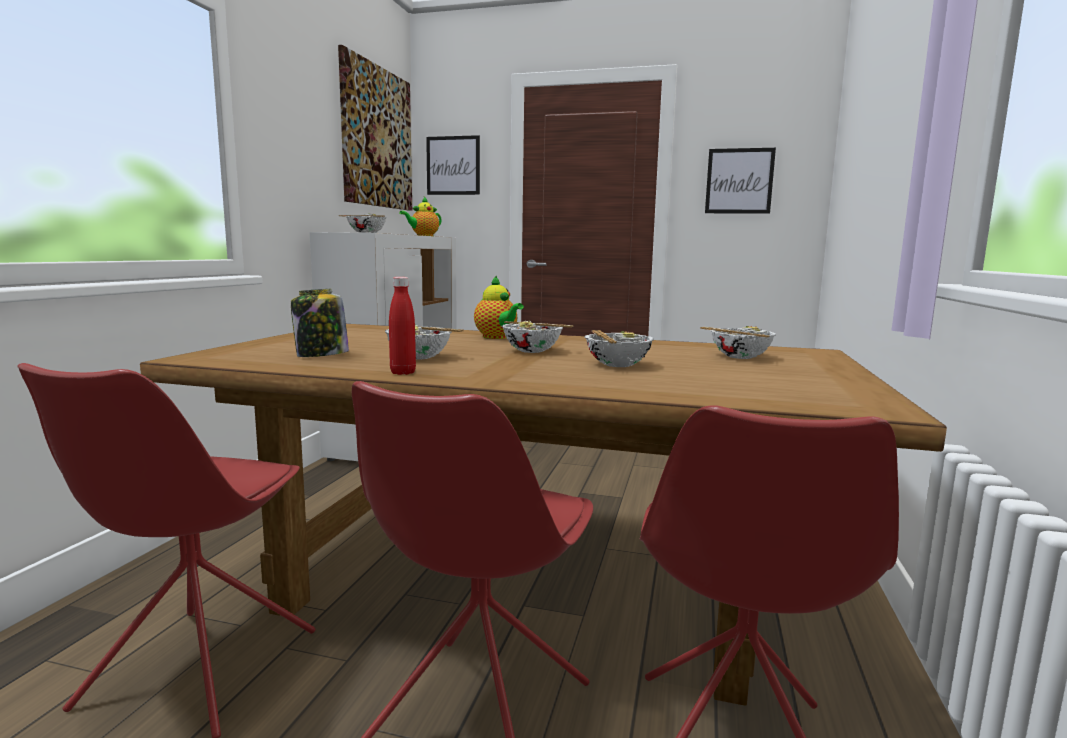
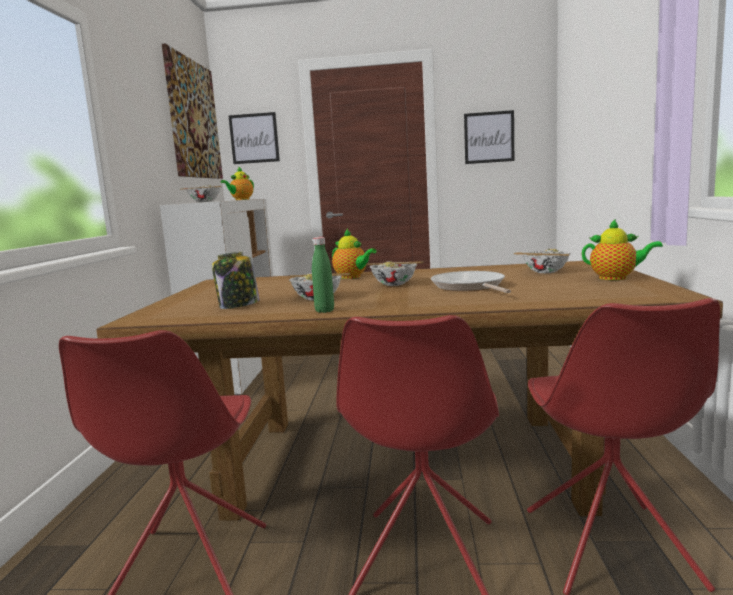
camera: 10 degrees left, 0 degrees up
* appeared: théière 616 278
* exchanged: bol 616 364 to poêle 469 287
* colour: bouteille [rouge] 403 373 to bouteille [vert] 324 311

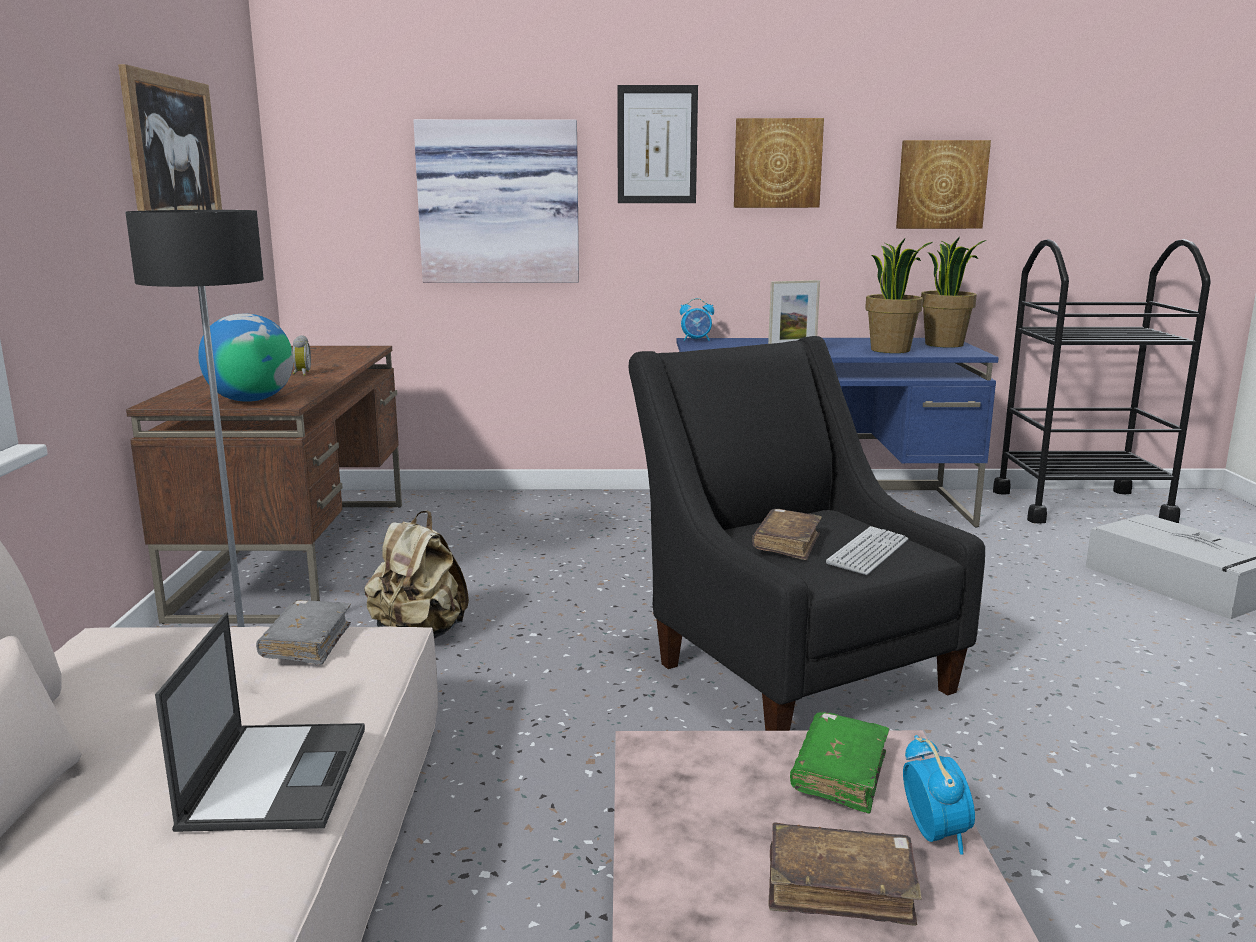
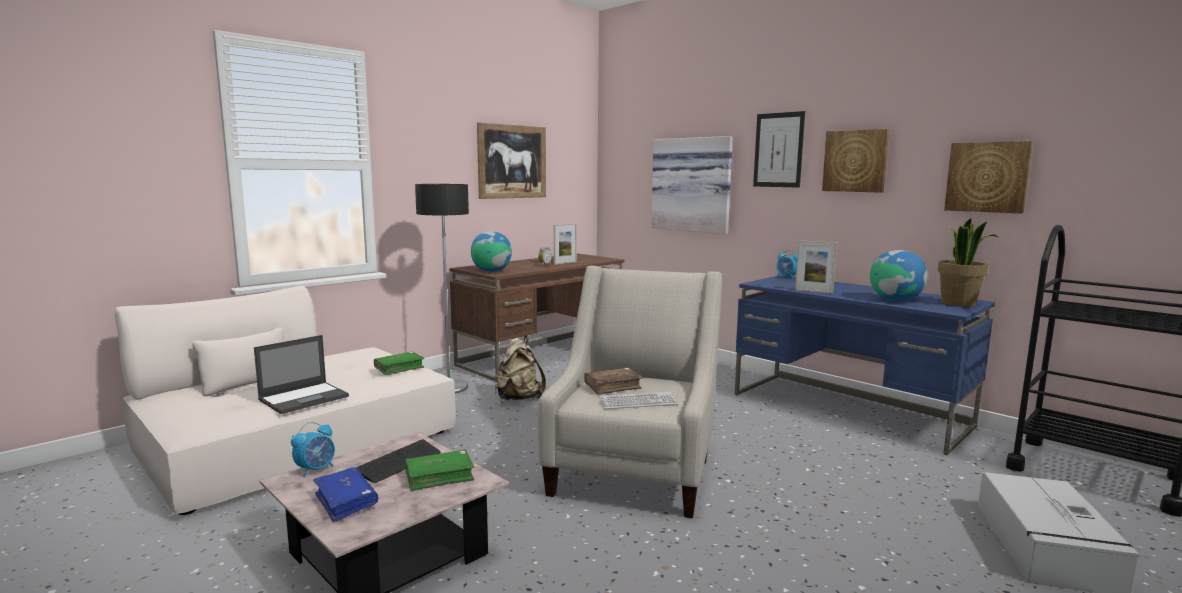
camera: 45 degrees right, 5 degrees down
* appeared: clavier 399 462
* appeared: cadre photo 565 263
* relocated: réveil 934 834 to 316 469
* exchanged: plante en pot 891 350 to globe 895 300
* colour: livre [gris] 307 643 to livre [vert] 399 368
* colour: fauteuil [noir] 790 668 to fauteuil [beige] 634 471
* colour: livre [marron] 840 887 to livre [bleu] 346 501

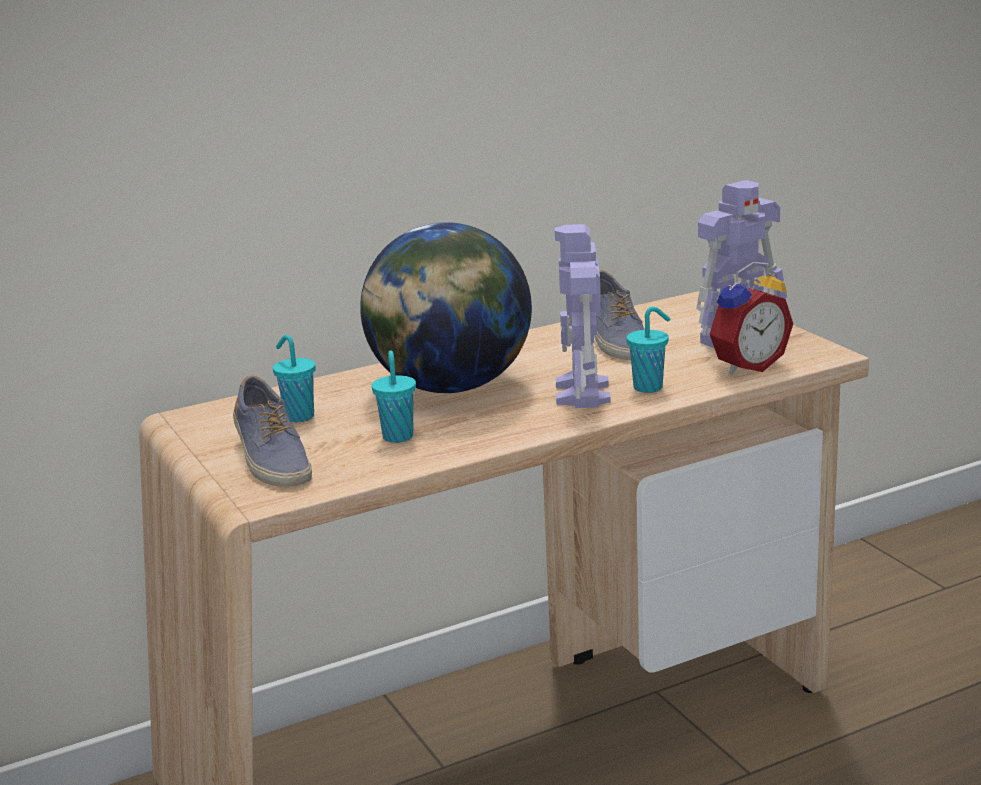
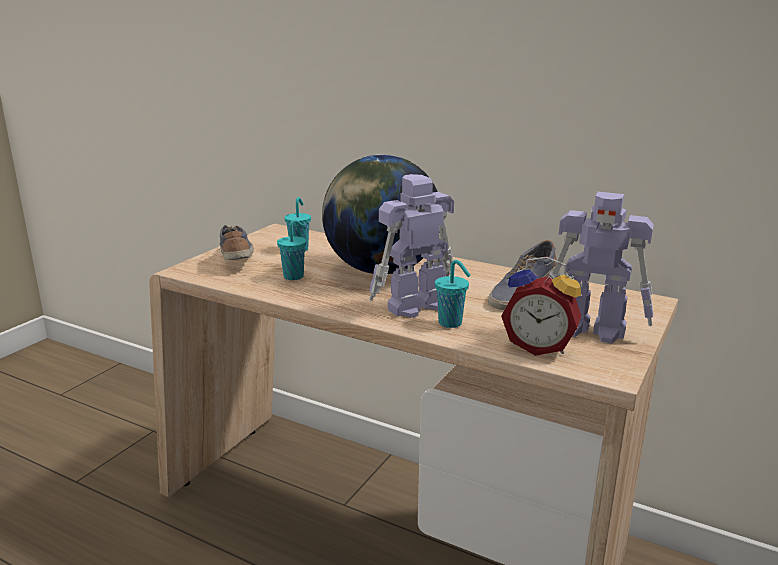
camera: 55 degrees right, 0 degrees up
* spun: chaussure 271 459 = 237 258 135 degrees clockwise

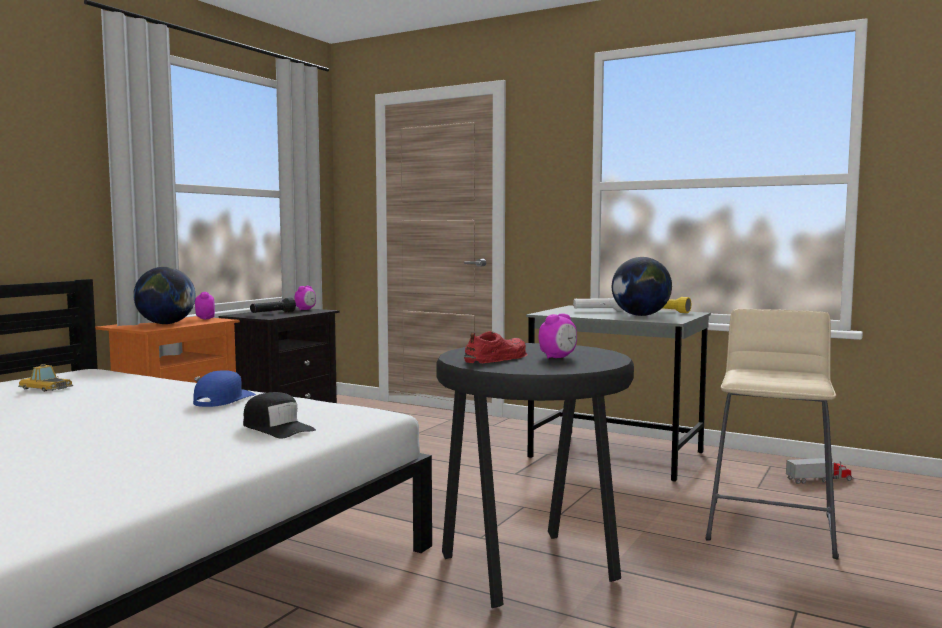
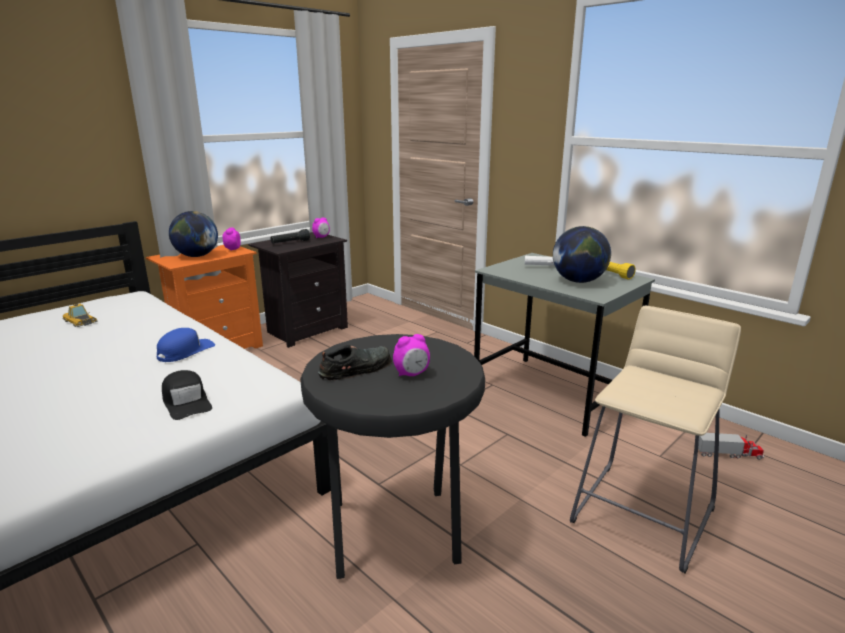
camera: 15 degrees right, 15 degrees up
* colour: chaussure [rouge] 497 358 to chaussure [noir] 357 368

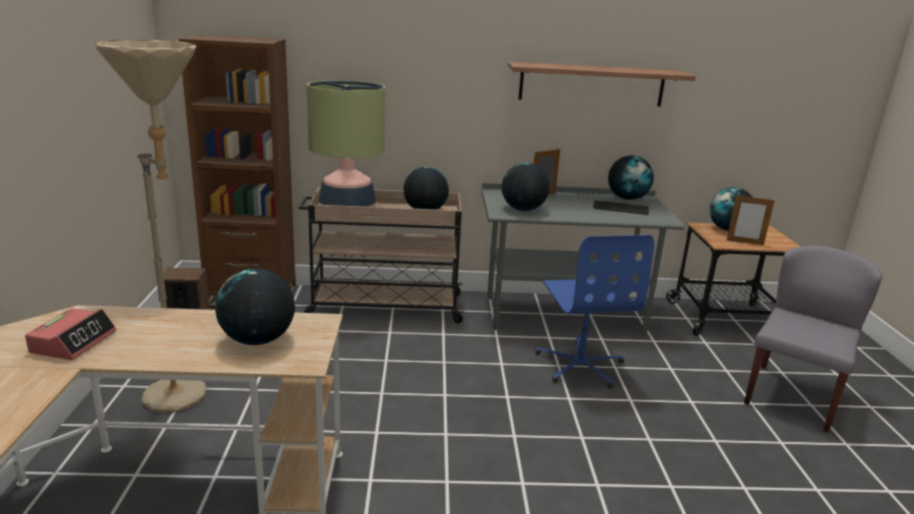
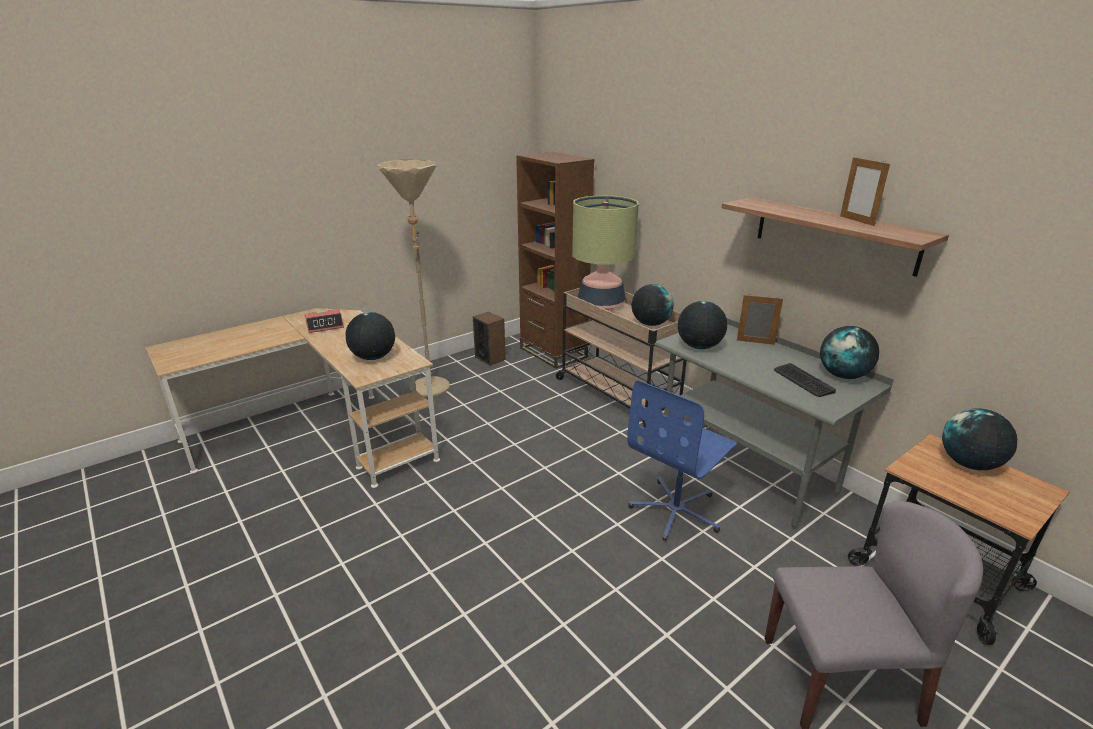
camera: 55 degrees right, 5 degrees up
* relocated: cadre photo 744 242 to 856 221

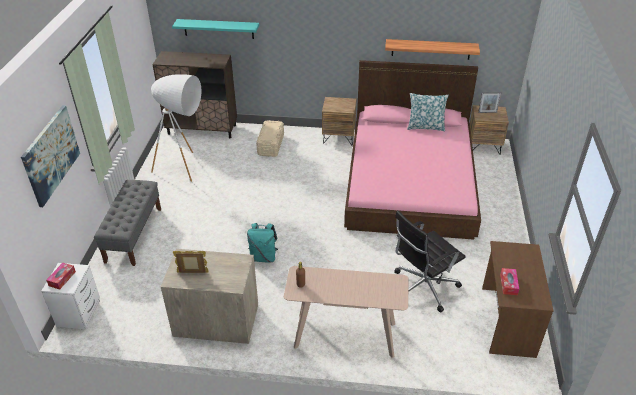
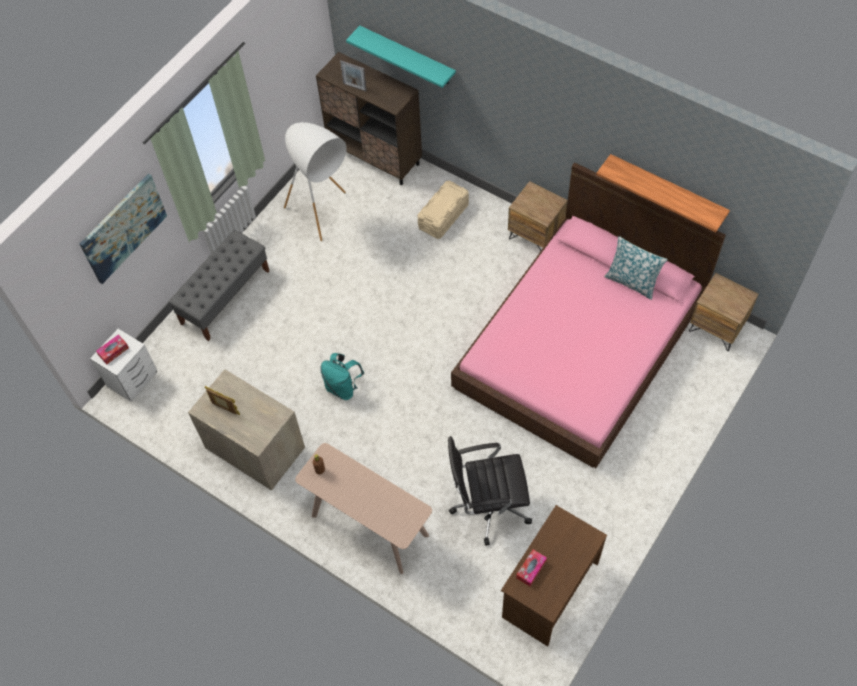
camera: 30 degrees right, 20 degrees up
* relocated: cadre photo 487 112 to 354 87

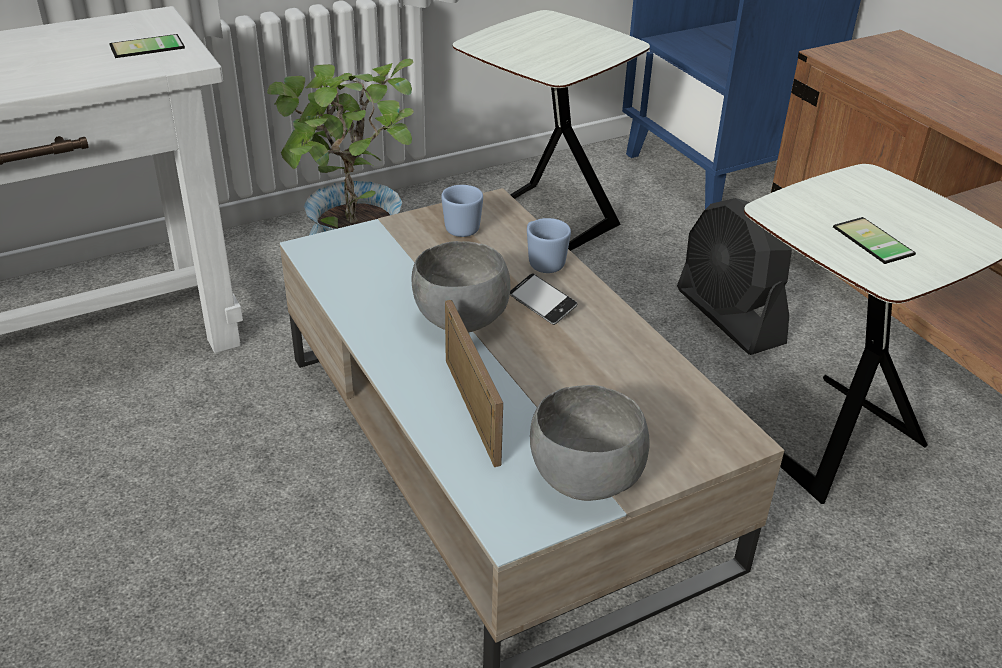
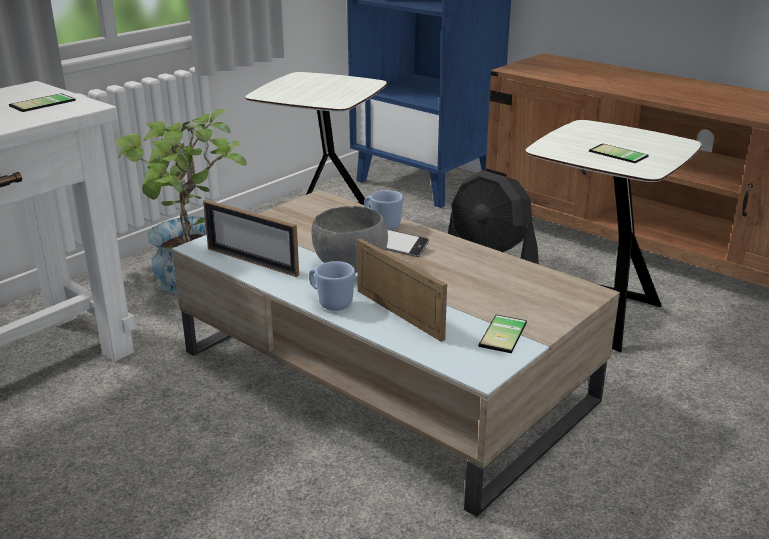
camera: 20 degrees left, 10 degrees down
* appeared: cadre photo 252 261
* relocated: mug [bleu] 458 227 to 330 302
* exchanged: bol [gris] 583 479 to téléphone 506 335

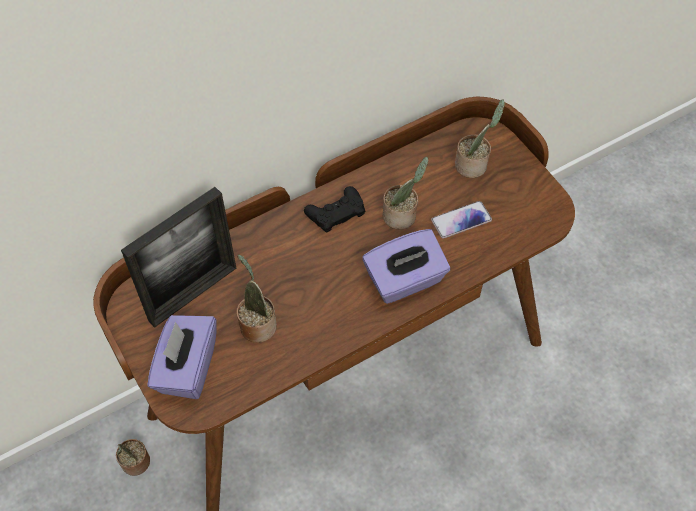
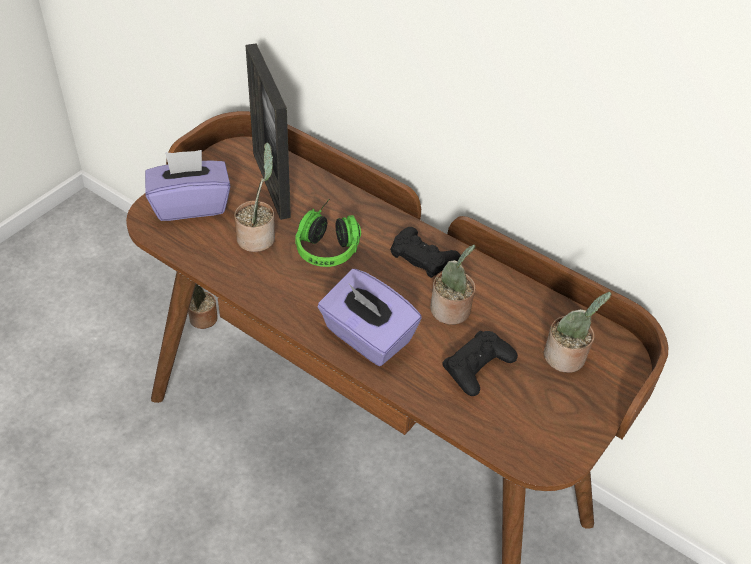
camera: 65 degrees right, 10 degrees down
* appeared: casque audio 329 243
* exchanged: téléphone 461 220 to manette [noir] 478 367
* spun: cadre photo 193 294 = 271 184 45 degrees clockwise

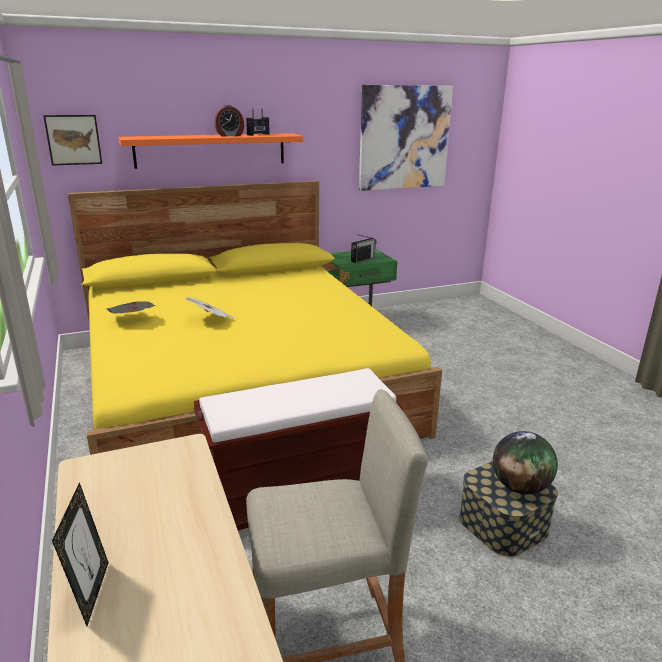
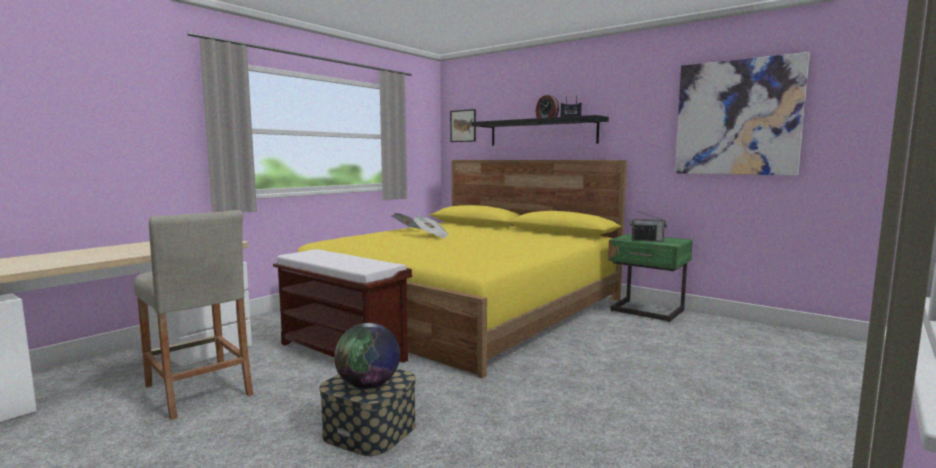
camera: 60 degrees right, 15 degrees down
* missing: cadre photo 91 593
* colour: étagère [orange] 211 150 to étagère [noir] 542 132

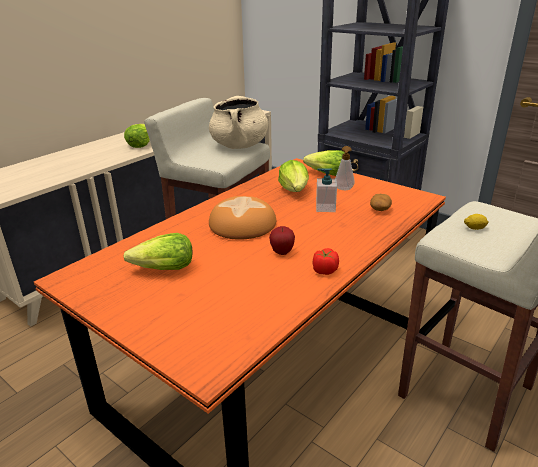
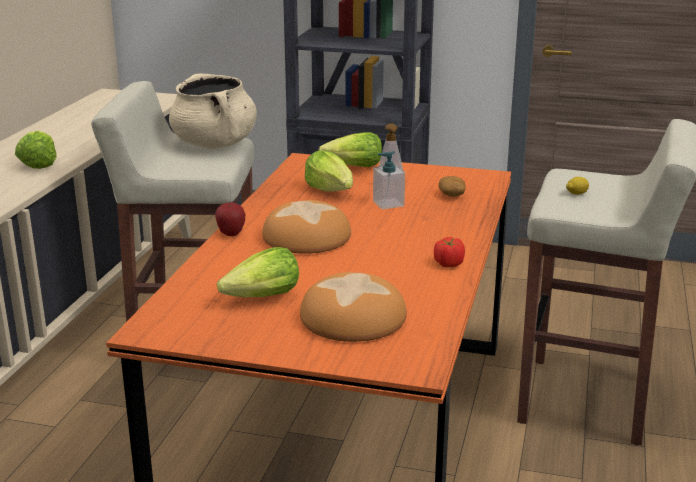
camera: 25 degrees left, 5 degrees down
* appeared: pain 352 318
* relocated: pomme 282 252 to 231 234

